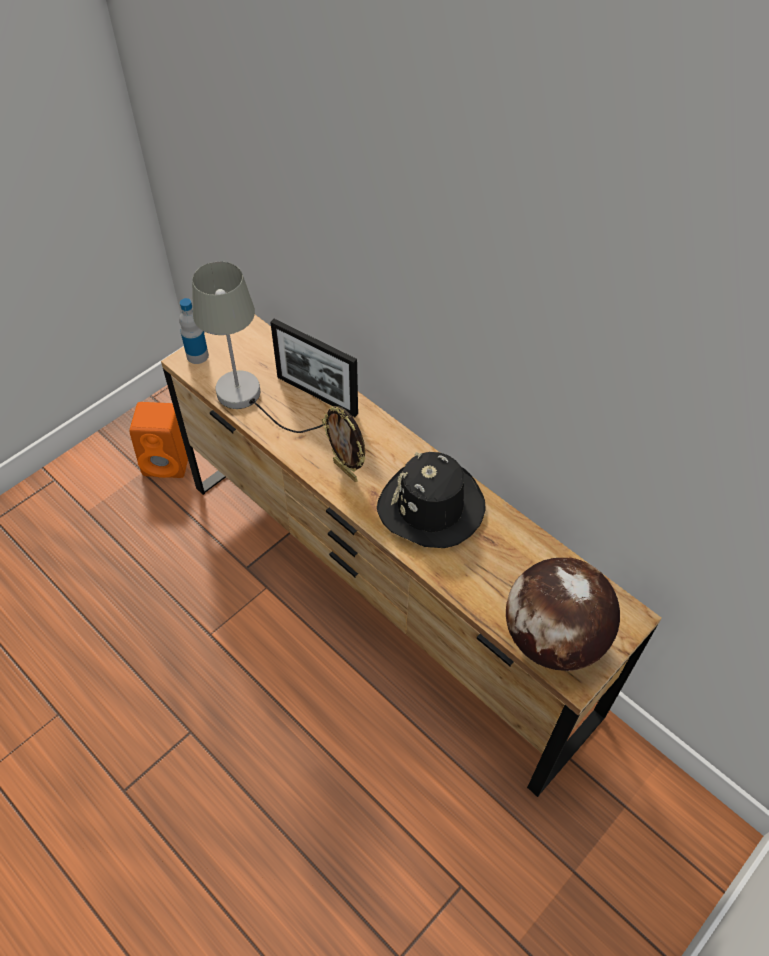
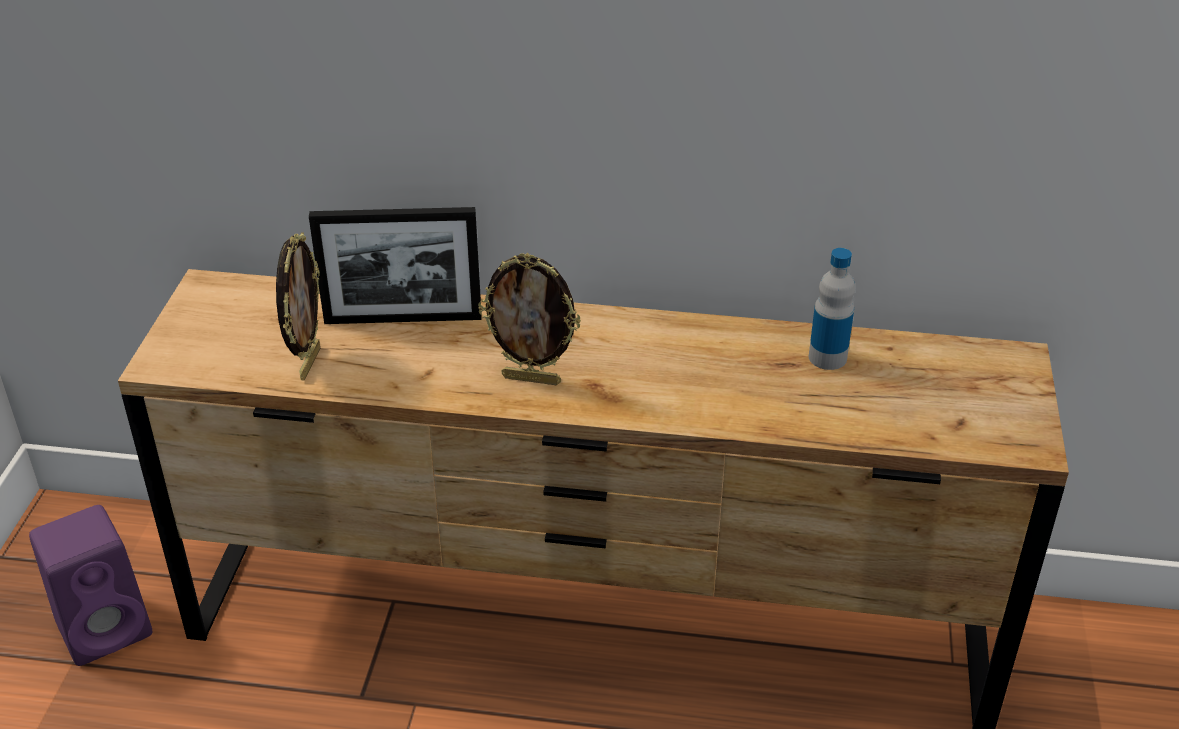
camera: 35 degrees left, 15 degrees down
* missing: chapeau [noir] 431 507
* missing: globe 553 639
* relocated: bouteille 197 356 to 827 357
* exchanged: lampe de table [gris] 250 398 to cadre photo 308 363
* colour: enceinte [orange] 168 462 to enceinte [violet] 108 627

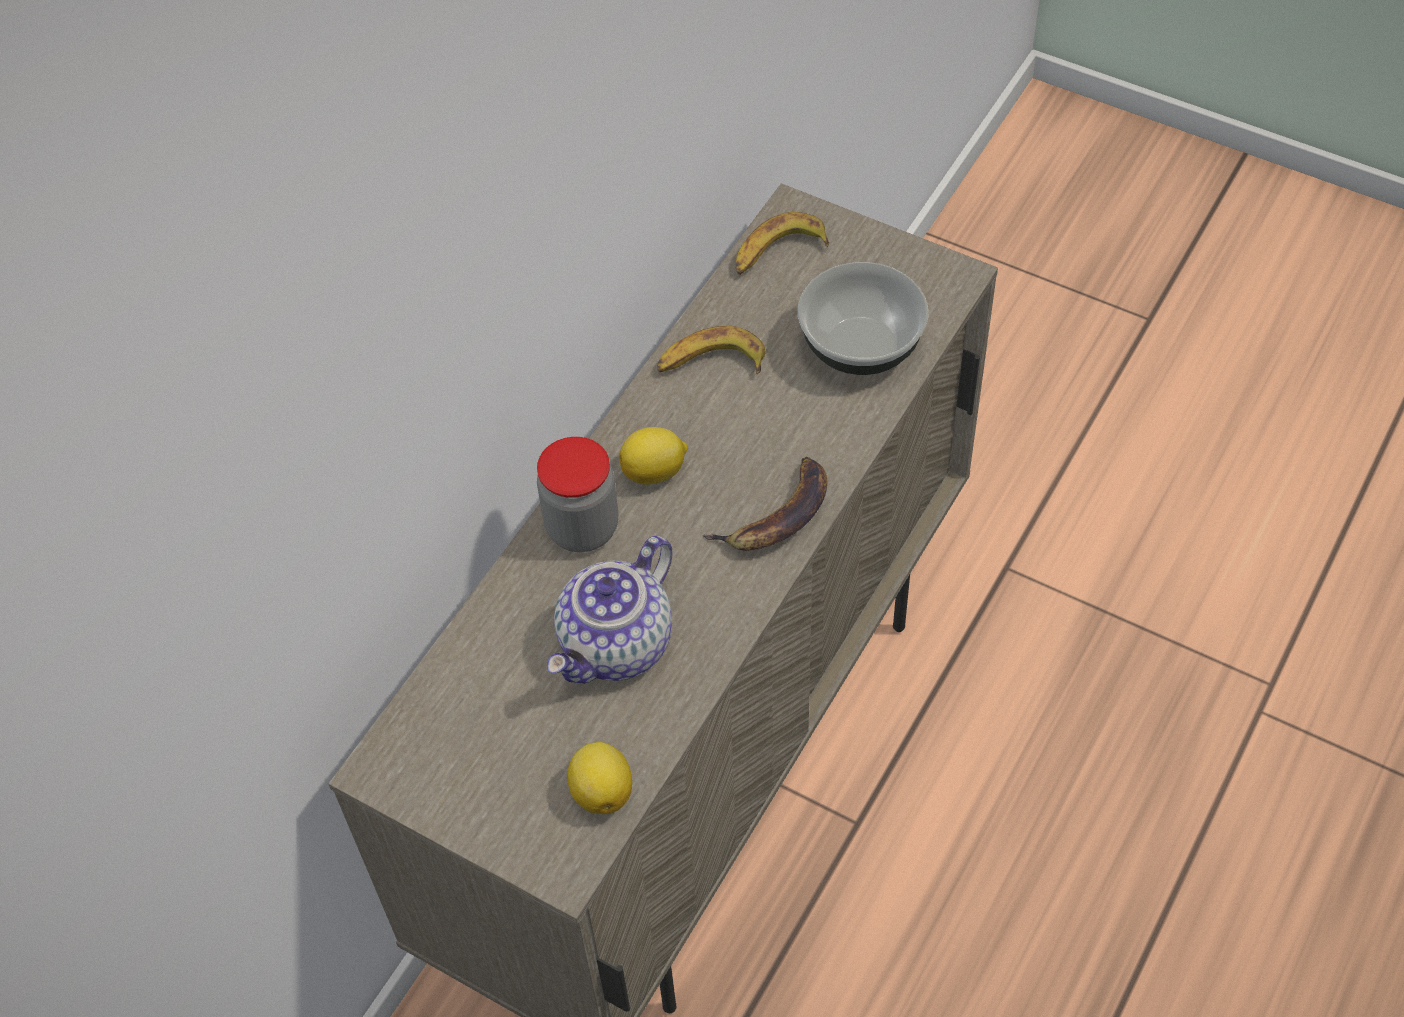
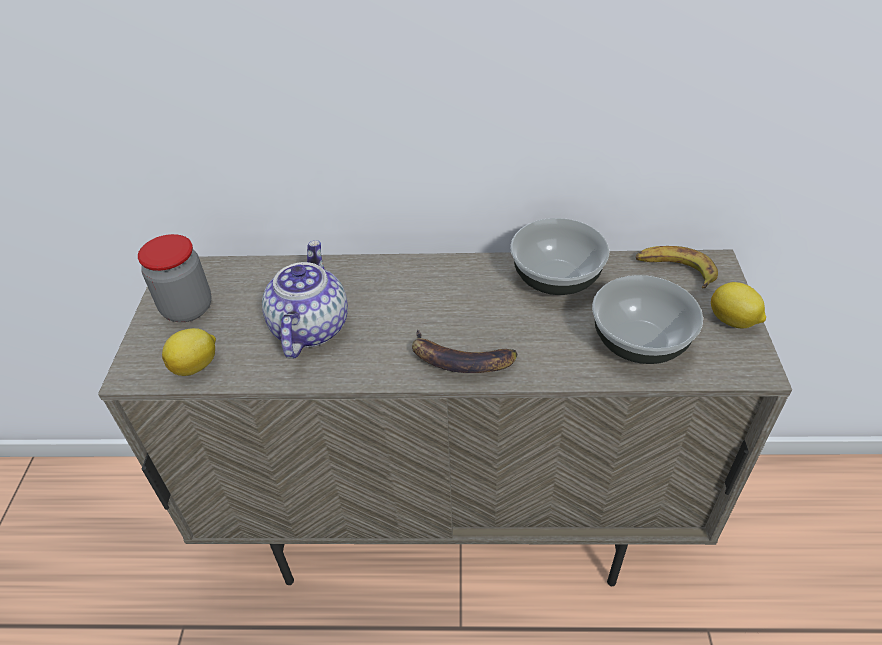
camera: 60 degrees right, 10 degrees down
* relocated: bocal 582 528 to 187 308
* relocated: citron 655 472 to 733 321
* exchanged: banane 711 363 to bol 556 278
* spun: théière 617 645 = 309 327 90 degrees clockwise

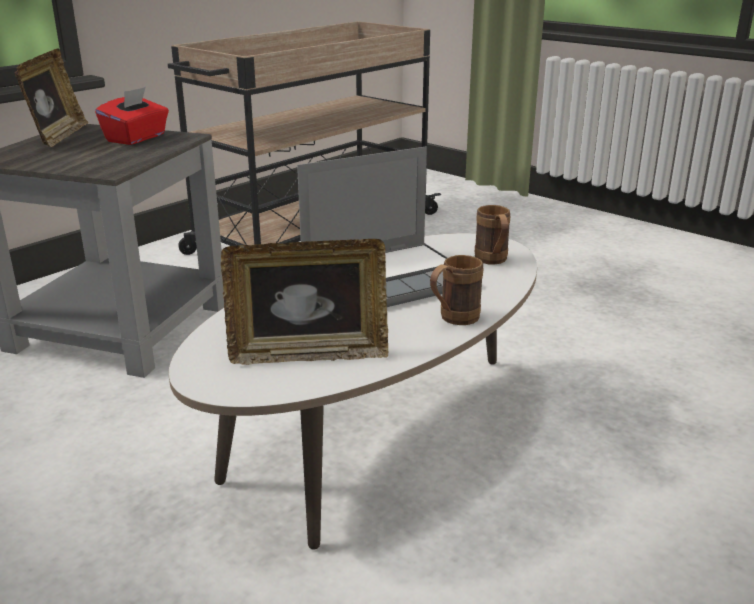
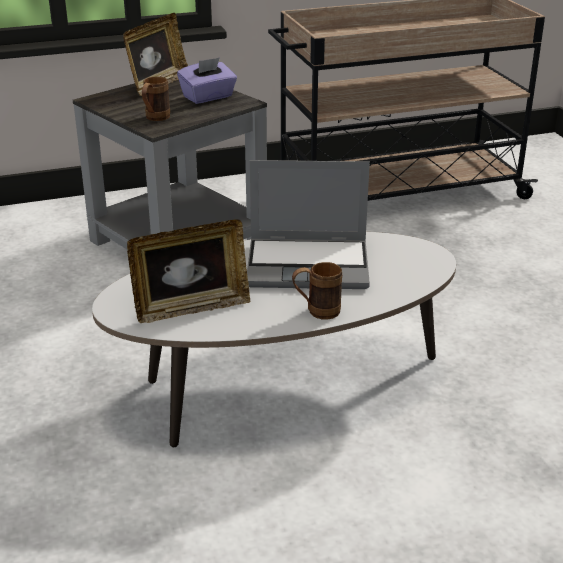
camera: 30 degrees right, 5 degrees up
* relocated: mug [marron] 493 261 to 154 119
* colour: boîte à mouchoirs [rouge] 136 138 to boîte à mouchoirs [violet] 208 97
* spun: cadre photo 308 354 = 191 308 45 degrees counterclockwise

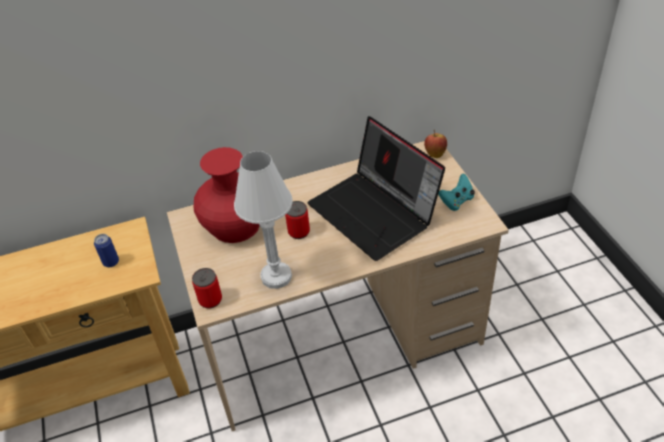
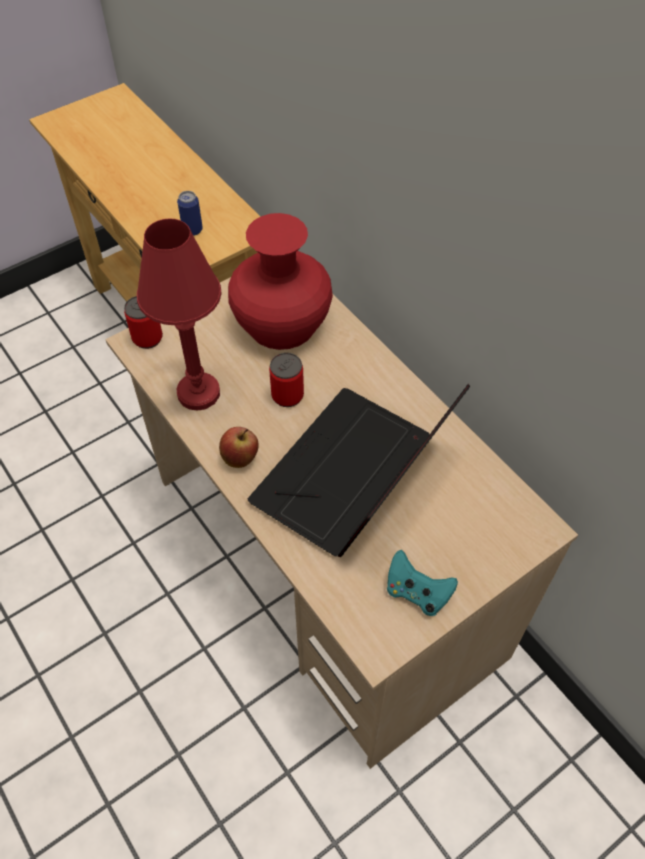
camera: 70 degrees right, 10 degrees up
* relocated: pomme 435 153 to 240 458
* colour: lampe de table [blanc] 276 277 to lampe de table [rouge] 198 393

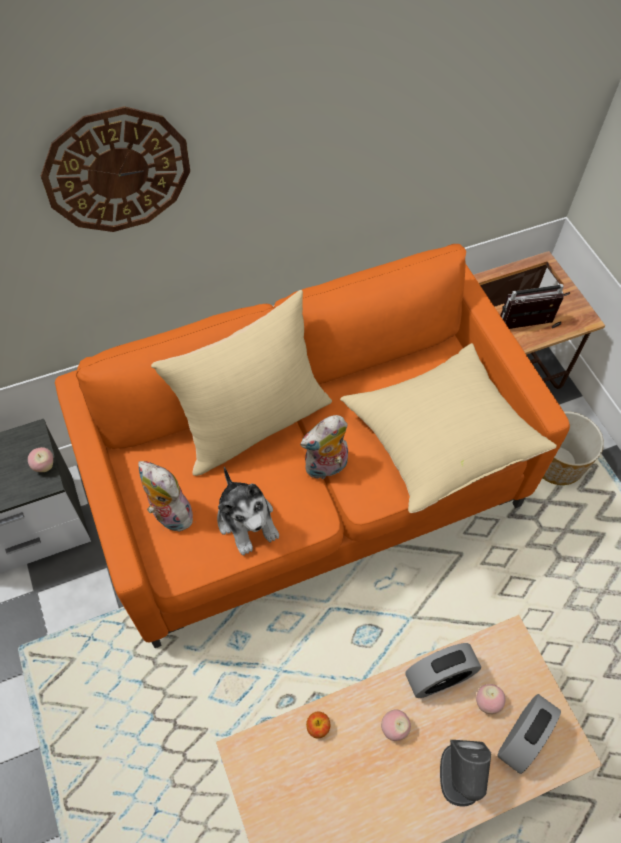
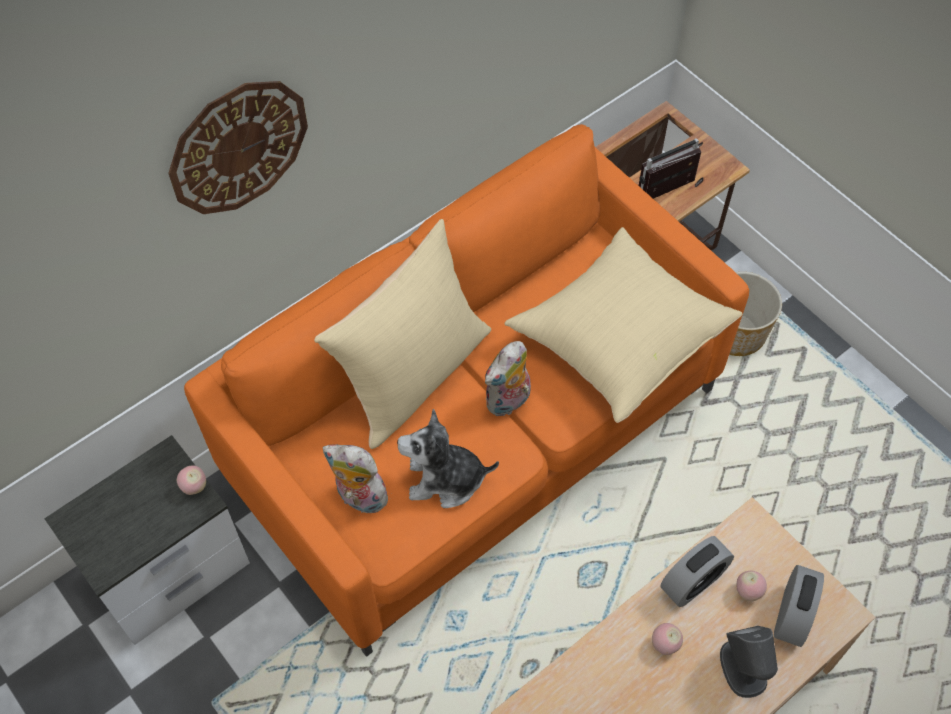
camera: 15 degrees left, 0 degrees up
* missing: pomme 318 727
* spun: peluche 247 520 = 445 480 135 degrees clockwise

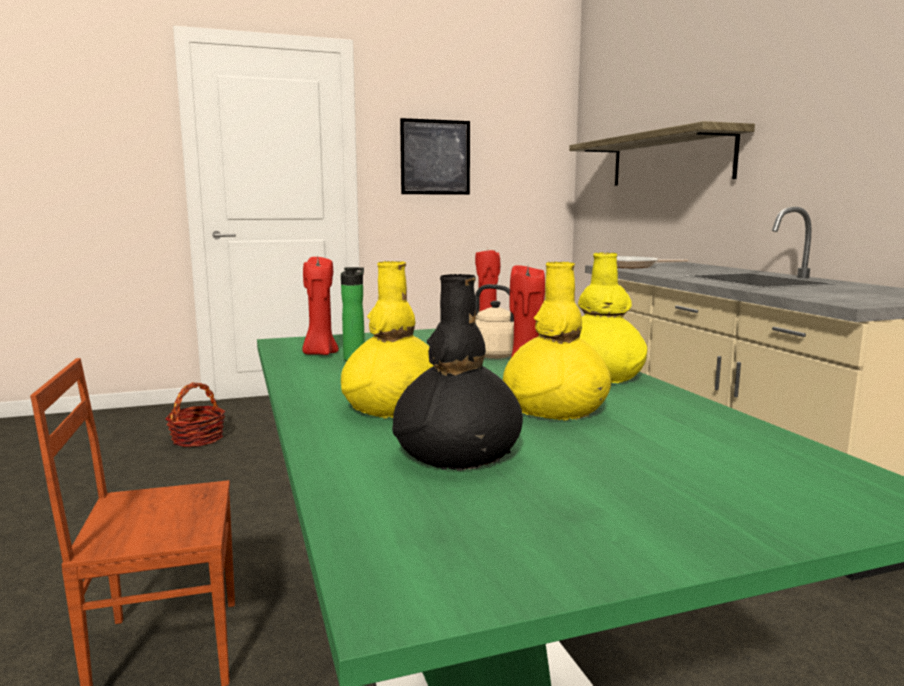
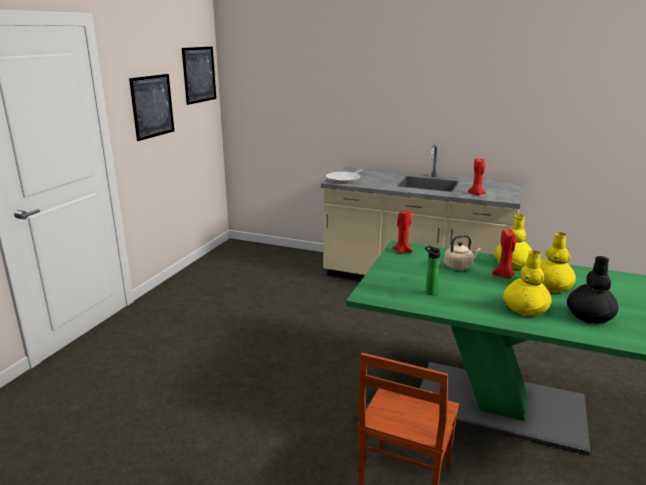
camera: 50 degrees left, 10 degrees up
* missing: panier 197 439
* missing: étagère 669 159
* appeared: tableau 199 74
* relocated: bougie [rouge] 320 353 to 476 194

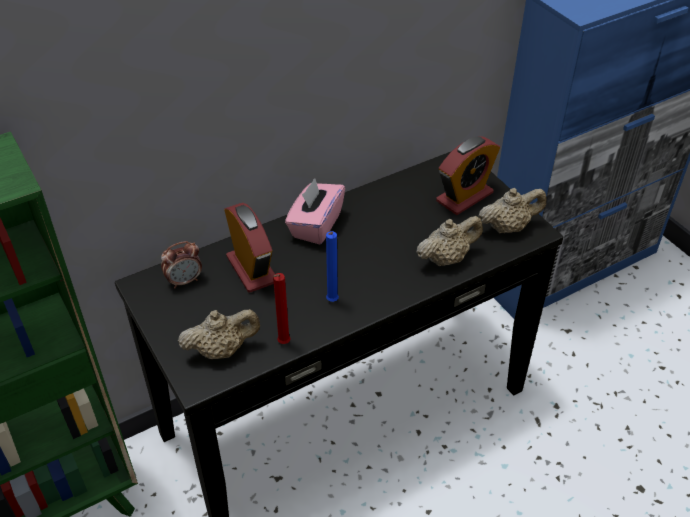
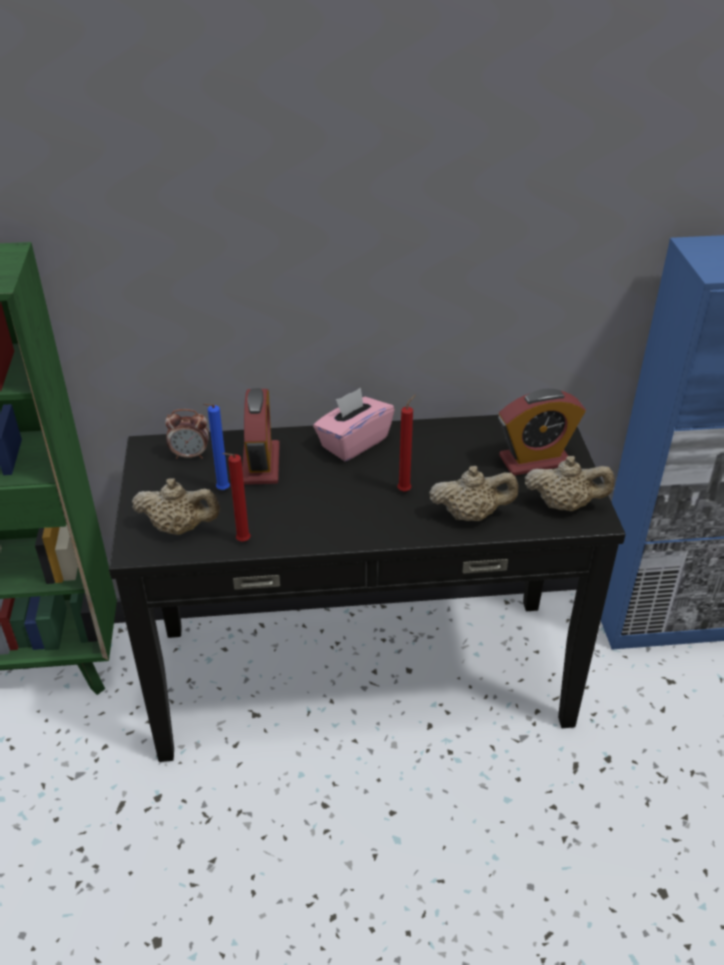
camera: 25 degrees right, 5 degrees down
* appeared: bougie [rouge] 405 490
* relocated: bougie [bleu] 331 302 to 221 491

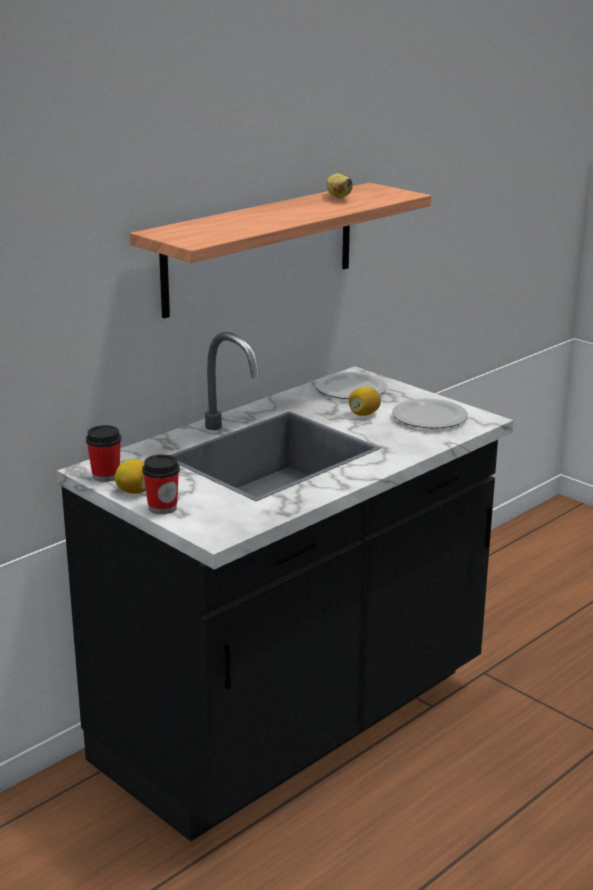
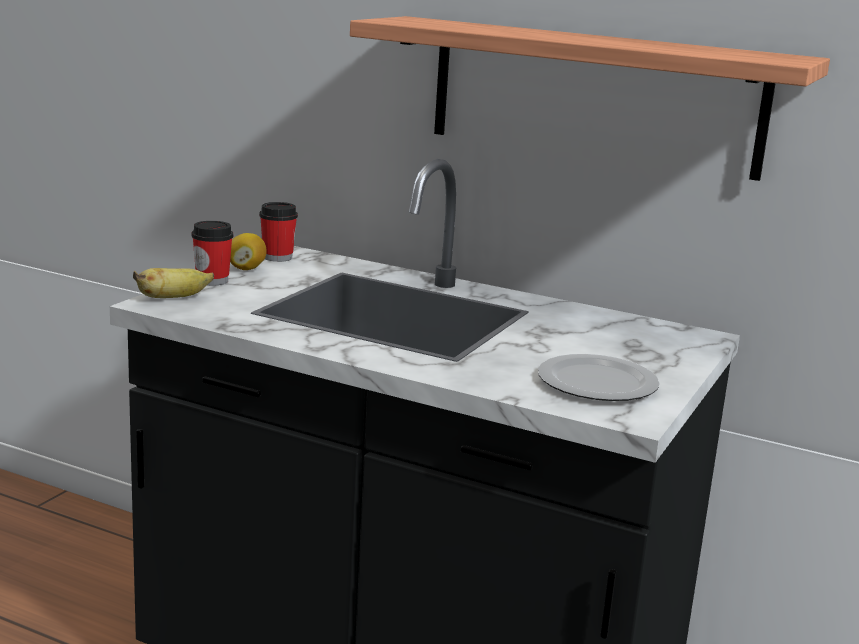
camera: 70 degrees right, 5 degrees down
* missing: assiette 351 389
* missing: citron 364 414
* relocated: banane 338 197 to 173 298

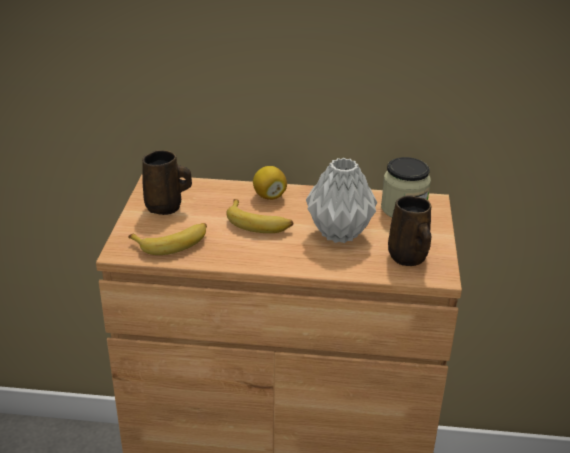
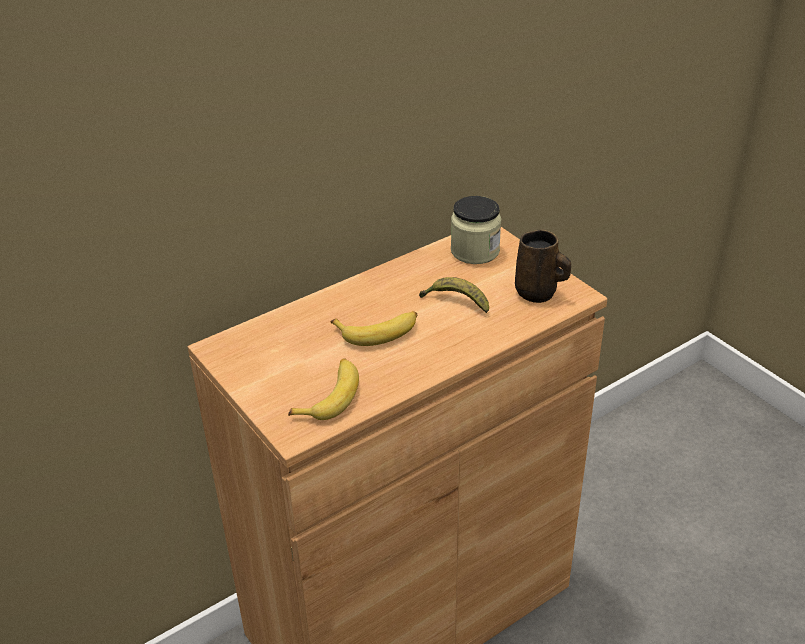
camera: 40 degrees left, 5 degrees up
* missing: mug [marron] 166 207
* missing: citron 269 196
* exchanged: vase [gris] 338 233 to banane 456 302

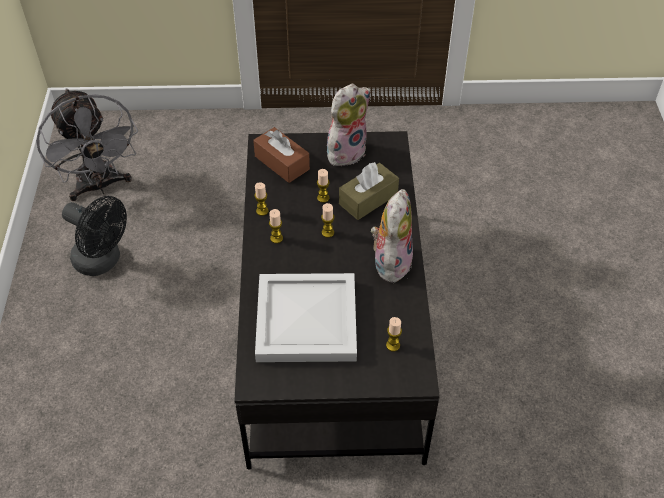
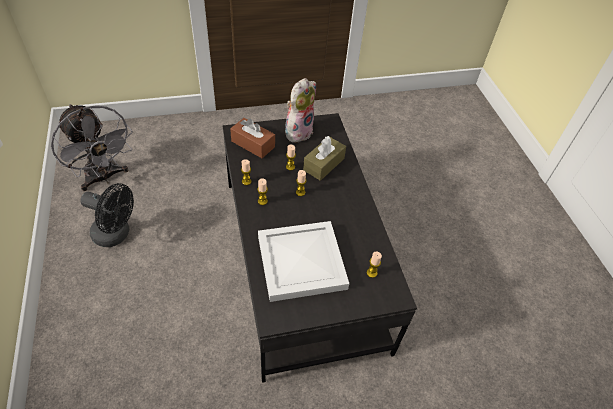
camera: 15 degrees left, 0 degrees up
* missing: peluche 390 261

